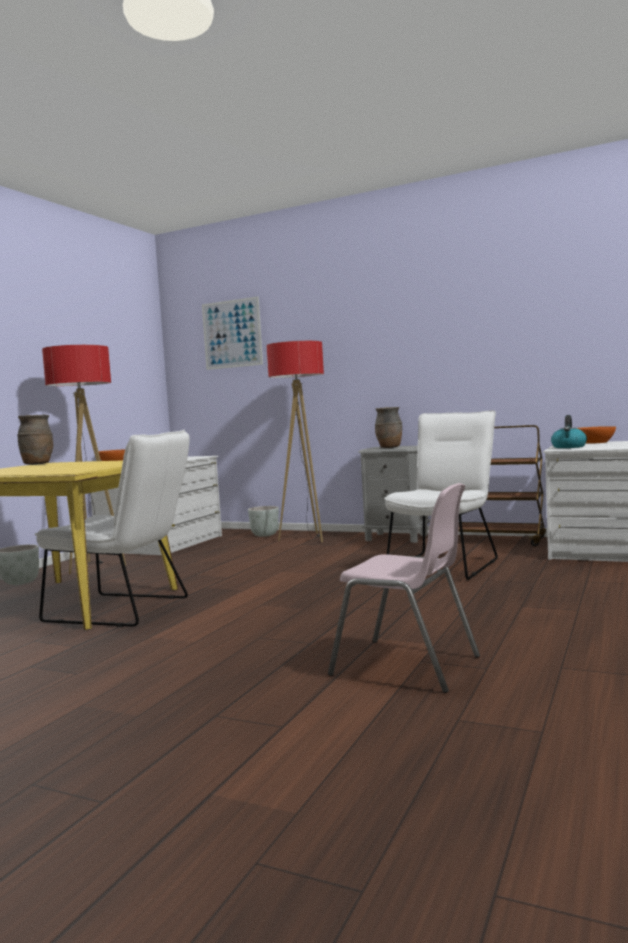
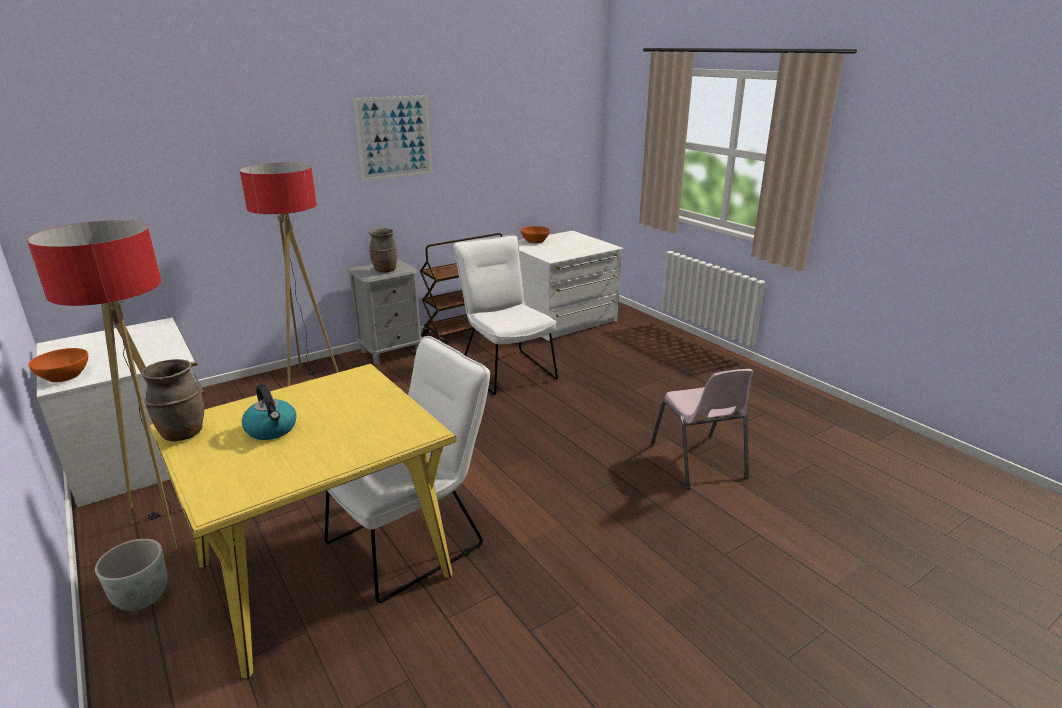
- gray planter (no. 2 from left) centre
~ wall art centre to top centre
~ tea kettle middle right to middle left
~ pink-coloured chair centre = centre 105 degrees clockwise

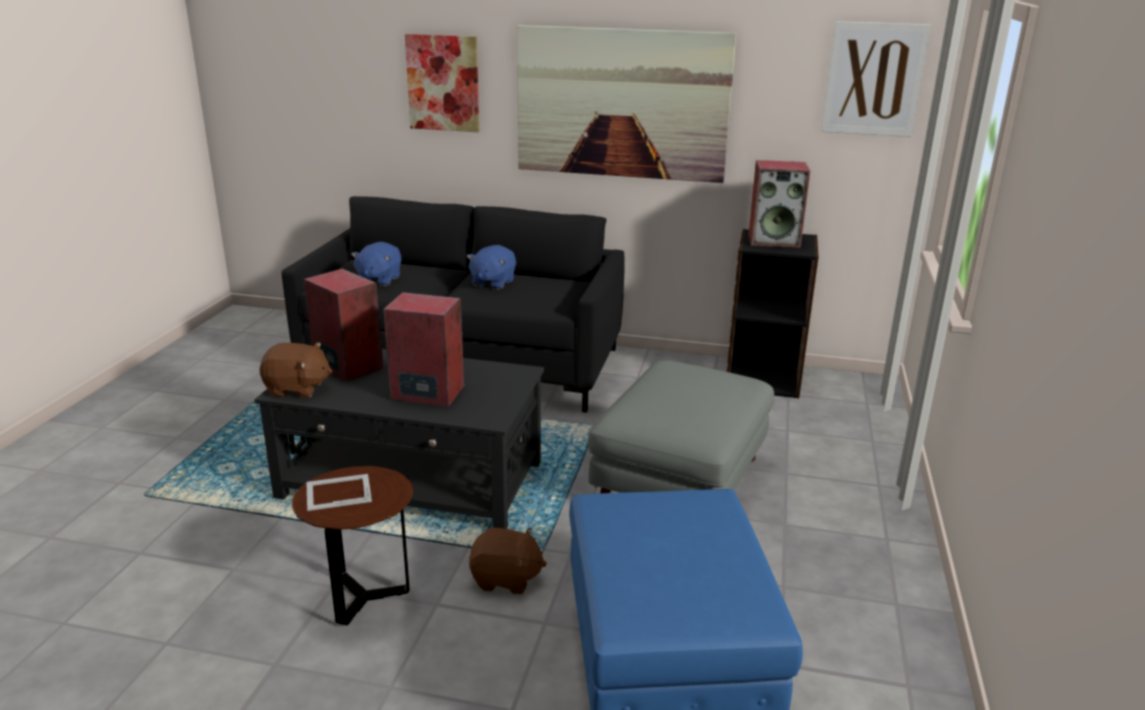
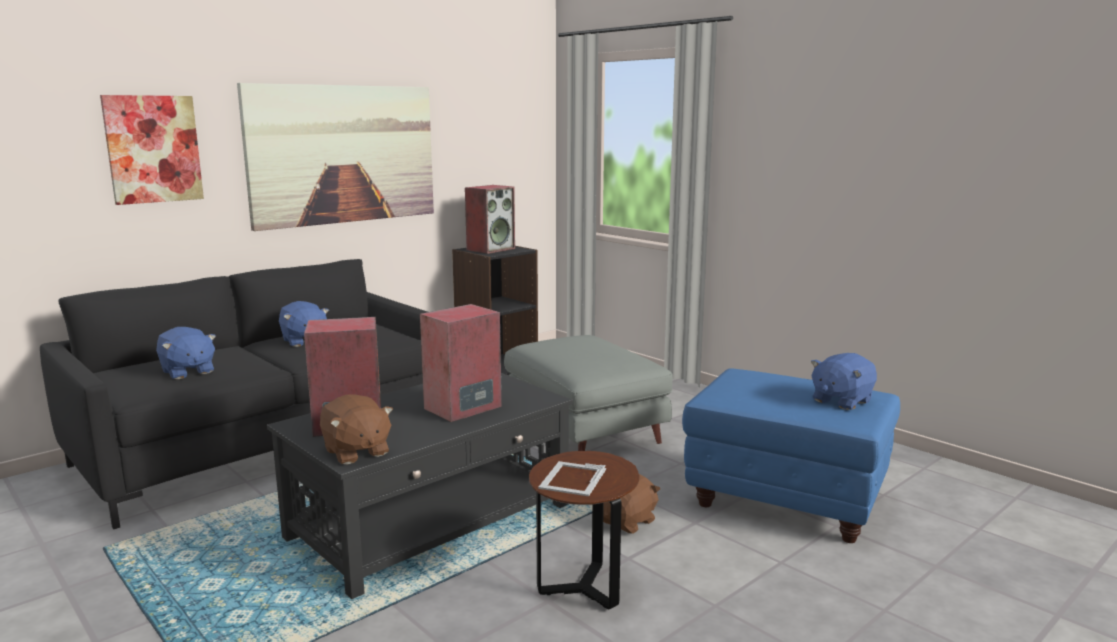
- wall art (no. 3 from left) top right
+ blue cuddly toy (no. 3 from left) middle right
~ brown-coloured cuddly toy (no. 1 from left) middle left = bottom left 105 degrees clockwise

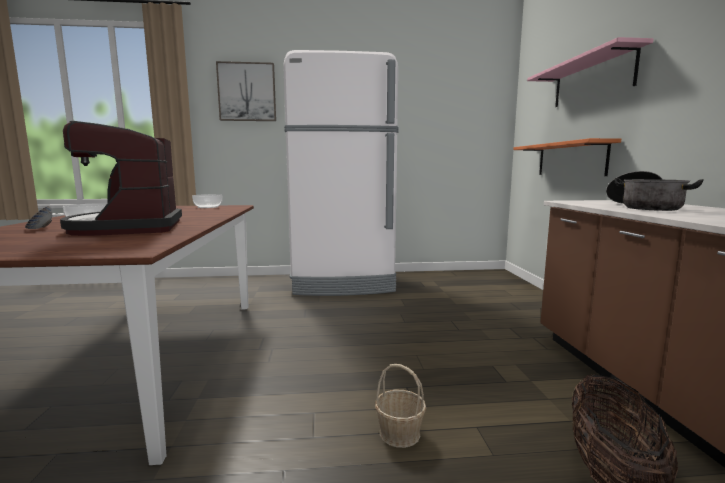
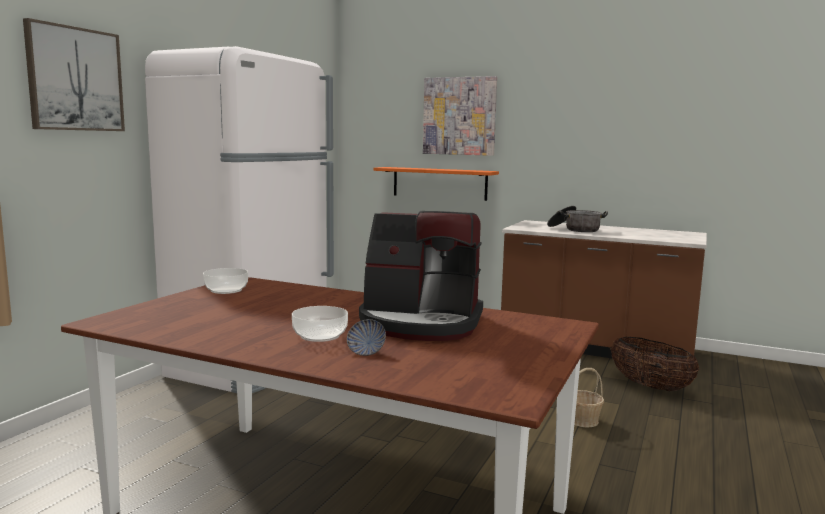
~ pink-coloured shelf top right to wall art (no. 2 from left) top centre

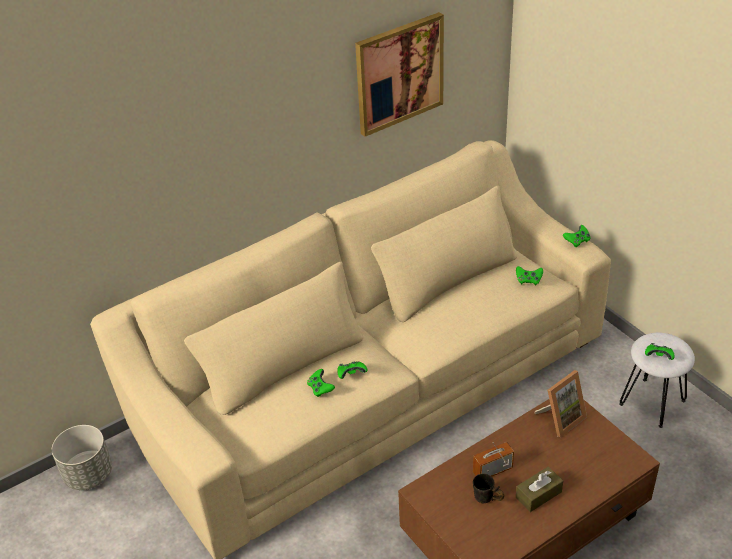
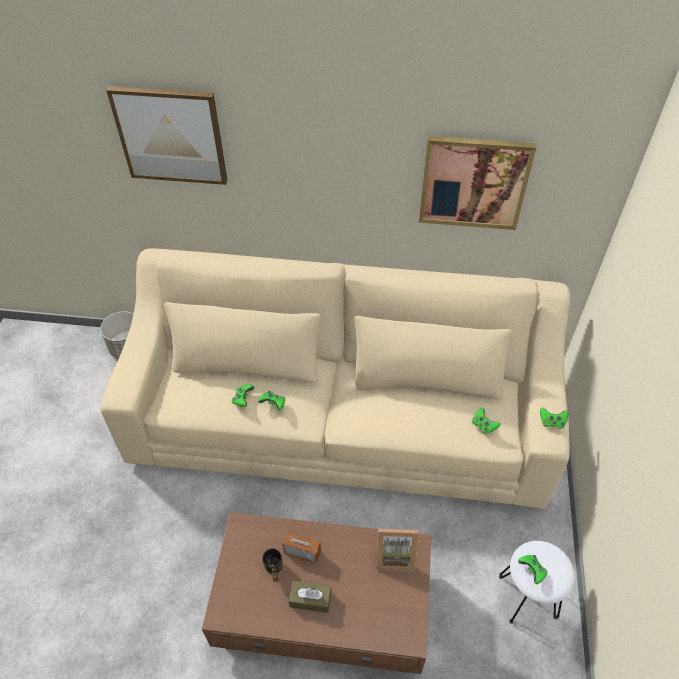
+ wall art (no. 1 from left) top left

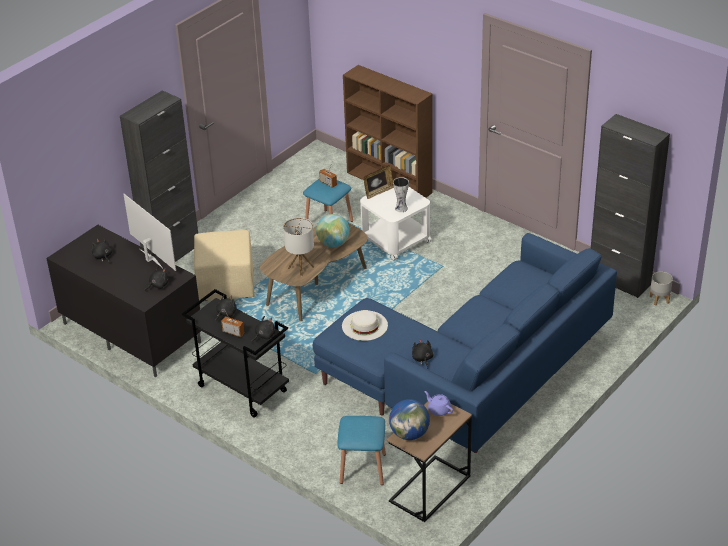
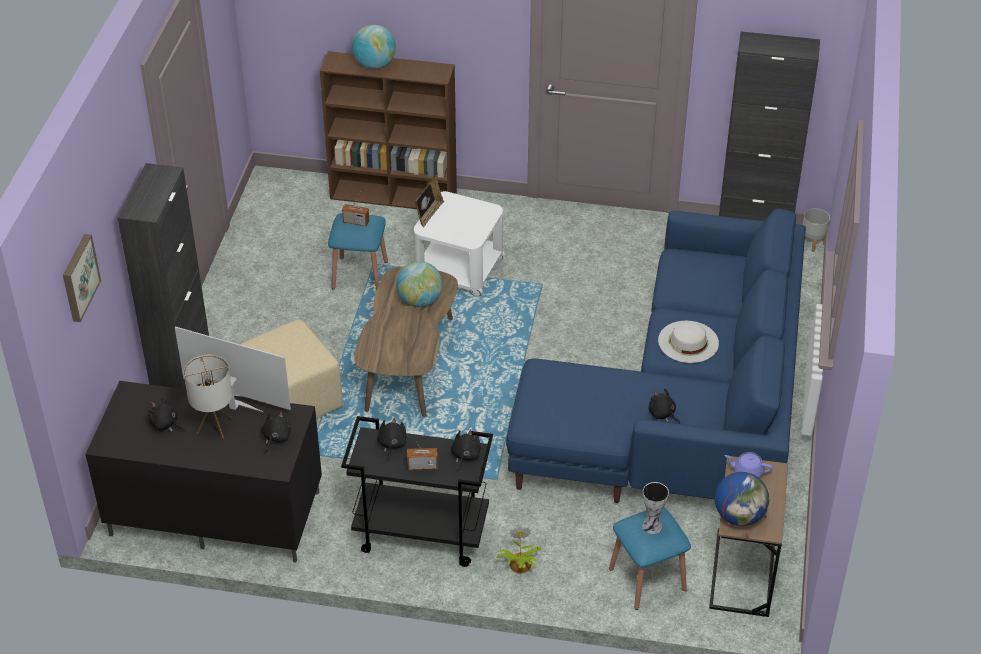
+ wall art middle left
+ desk globe (no. 1 from left) top centre
+ houseplant bottom centre
~ table lamp centre to middle left
~ white wearable hat centre to middle right
~ flower vase centre to bottom right

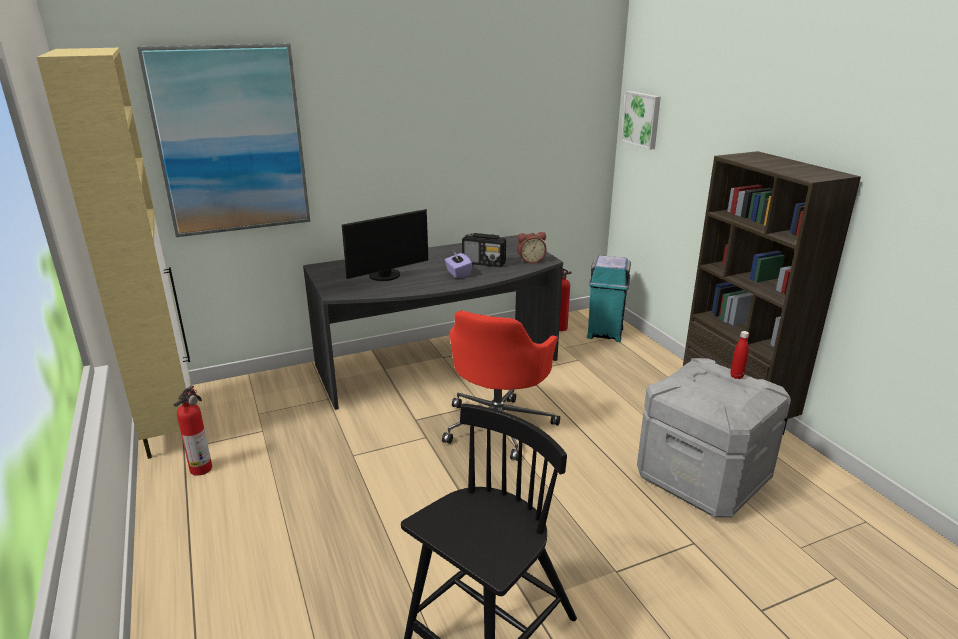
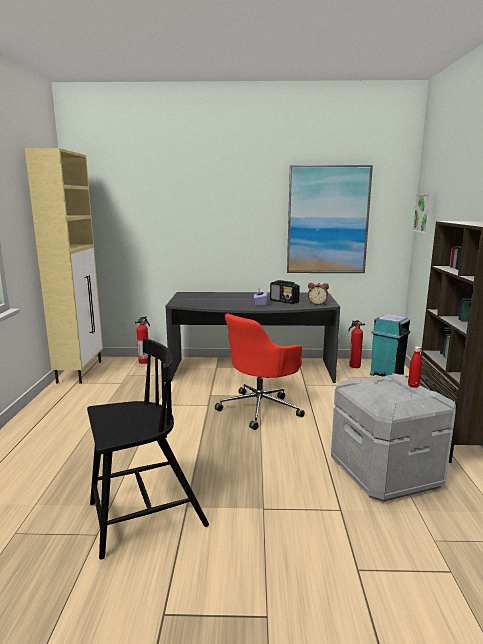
- computer display centre
~ wall art (no. 1 from left) top left to middle right
~ fire extinguisher (no. 1 from left) bottom left to middle left

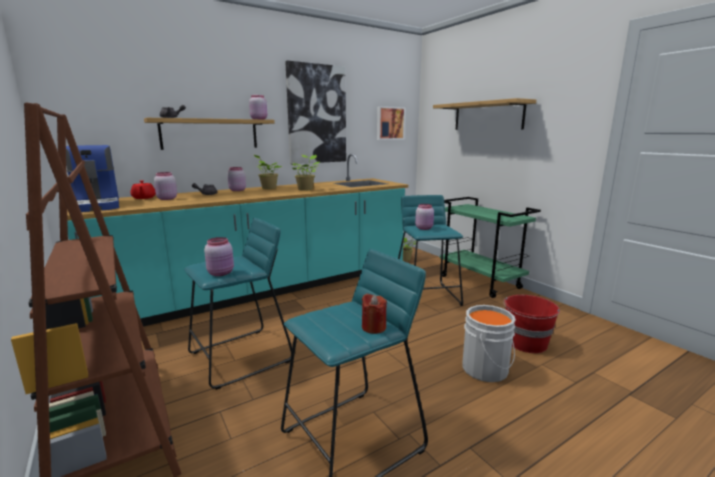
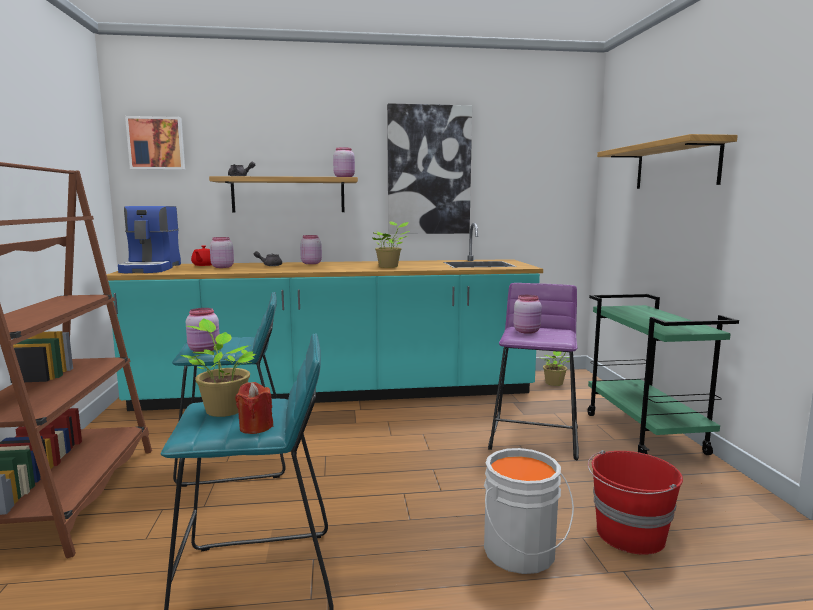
~ houseplant (no. 1 from left) centre to middle left
~ wall art (no. 2 from left in the first image) top centre to wall art (no. 1 from left) top left
~ turquoise stool (no. 3 from left) centre to purple stool centre

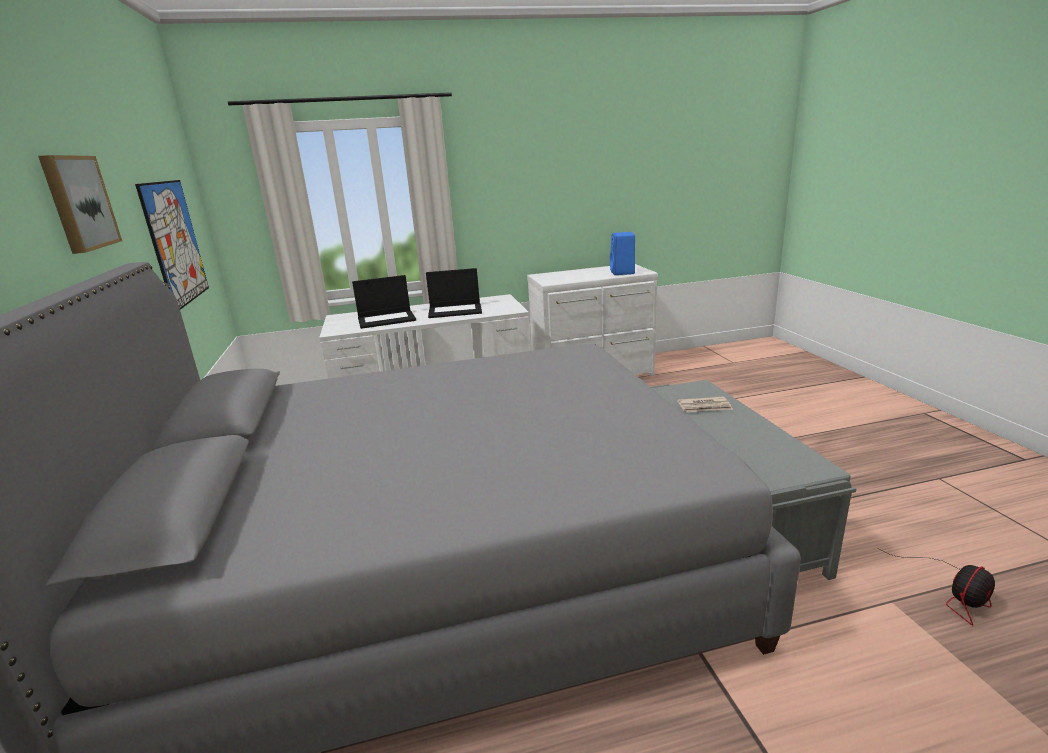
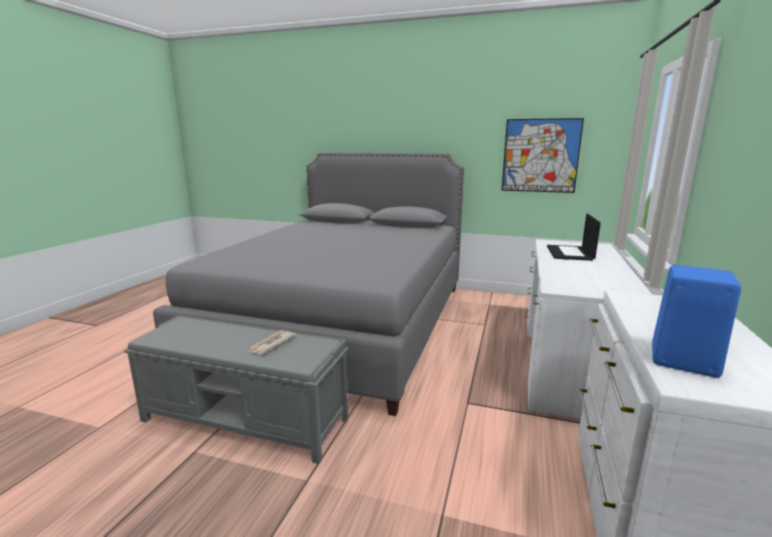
- wall art (no. 1 from left) top left
- laptop (no. 2 from left) centre
- fan bottom right

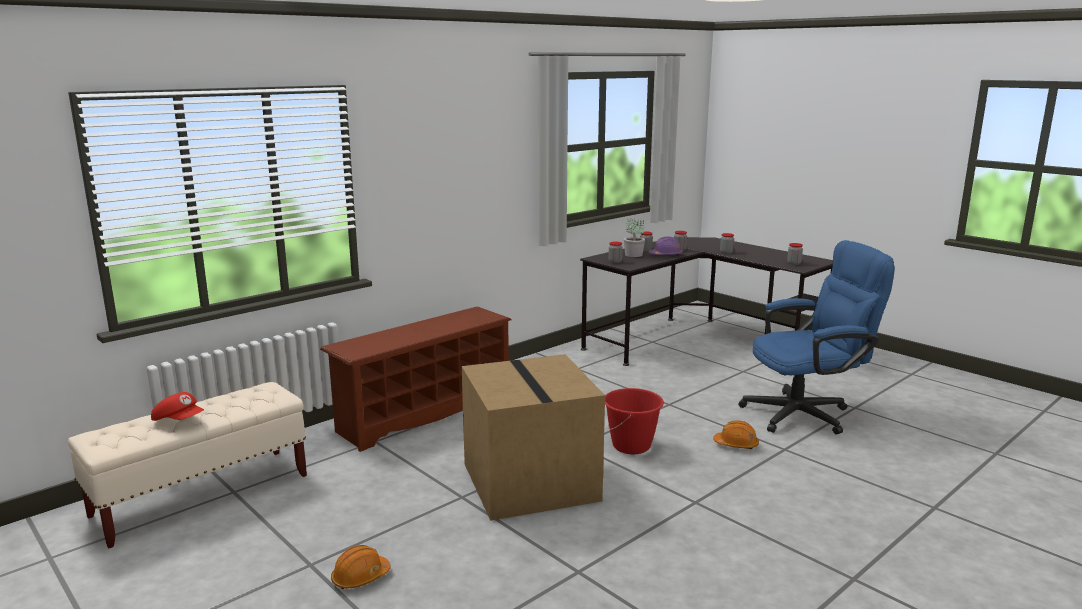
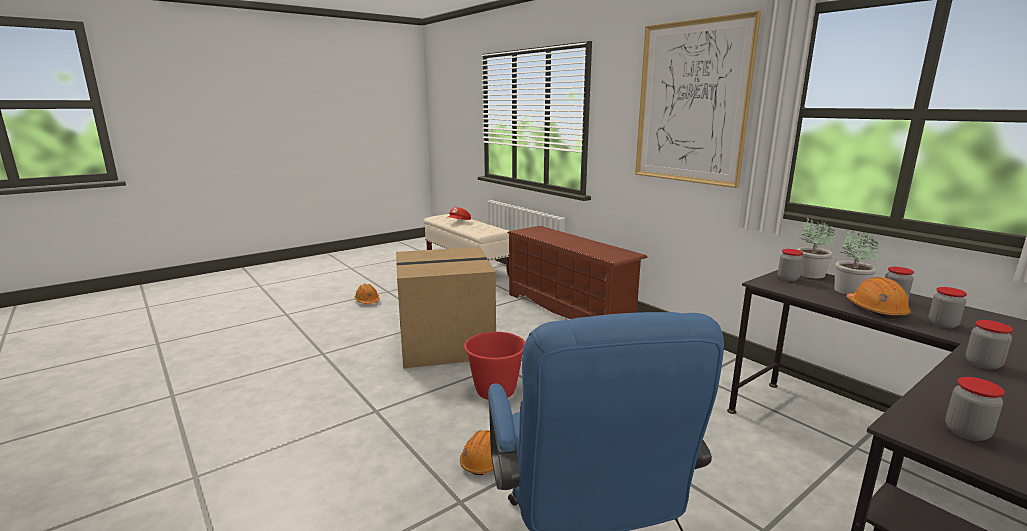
+ wall art top right
+ houseplant (no. 1 from left) middle right
~ purple safety helmet centre to orange-coloured safety helmet (no. 3 from left) middle right

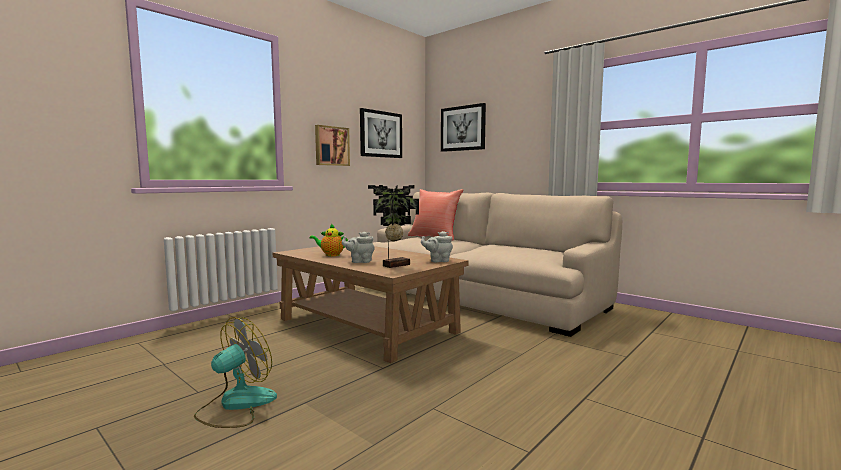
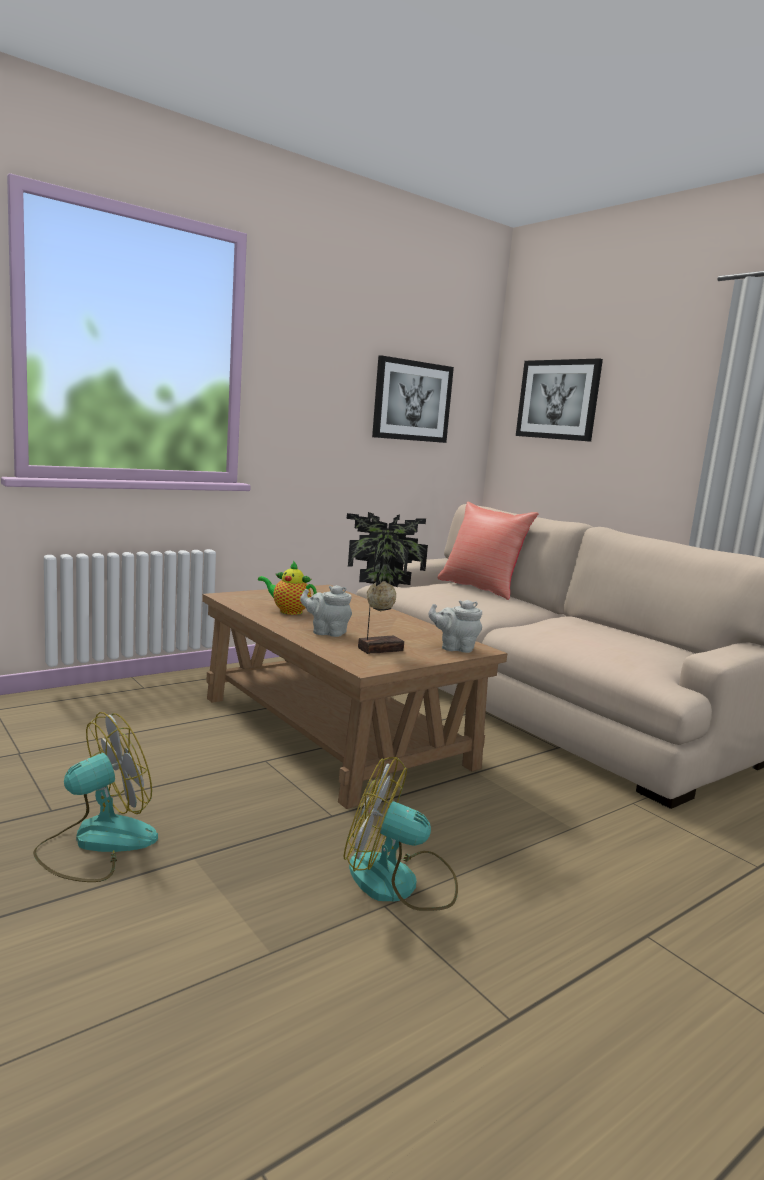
- wall art (no. 1 from left) top centre
+ fan (no. 2 from left) bottom centre

